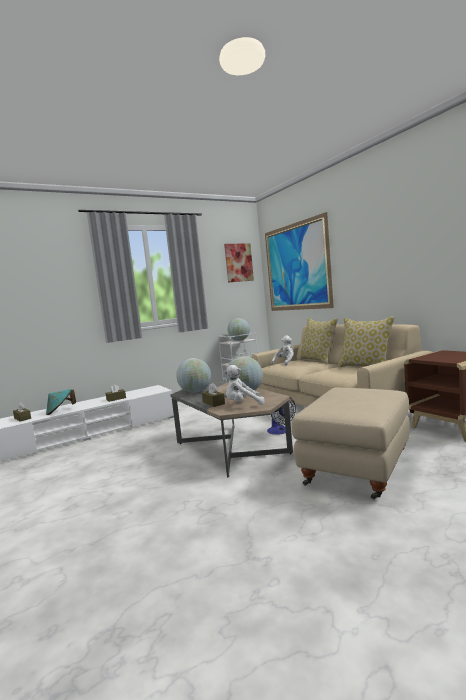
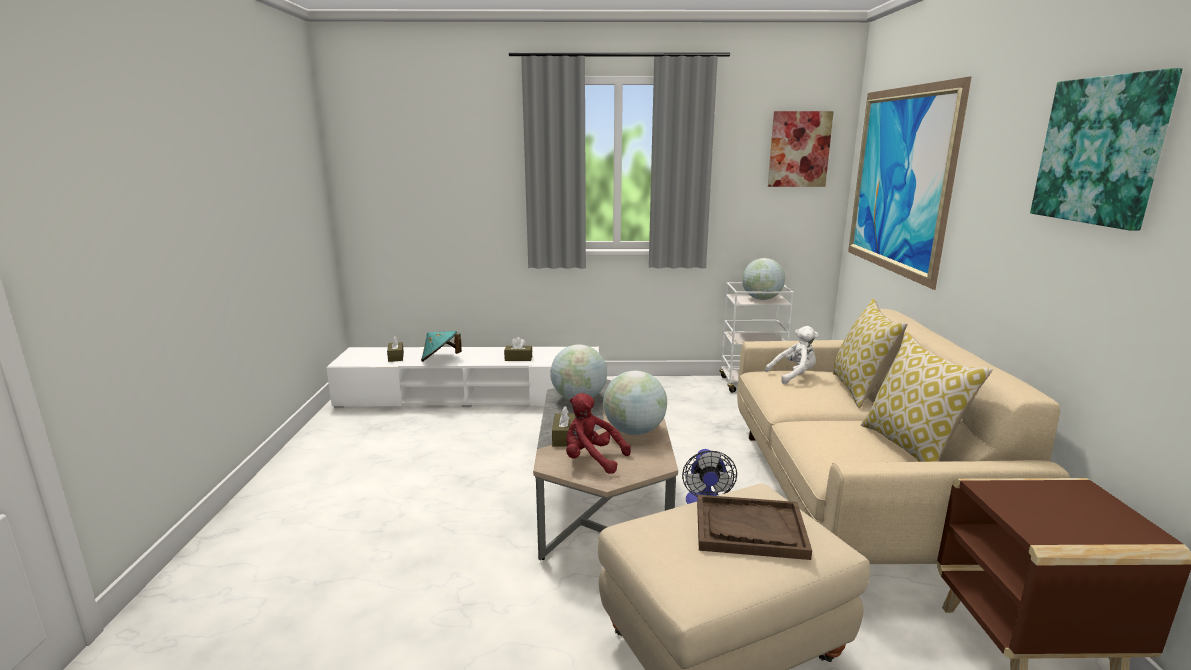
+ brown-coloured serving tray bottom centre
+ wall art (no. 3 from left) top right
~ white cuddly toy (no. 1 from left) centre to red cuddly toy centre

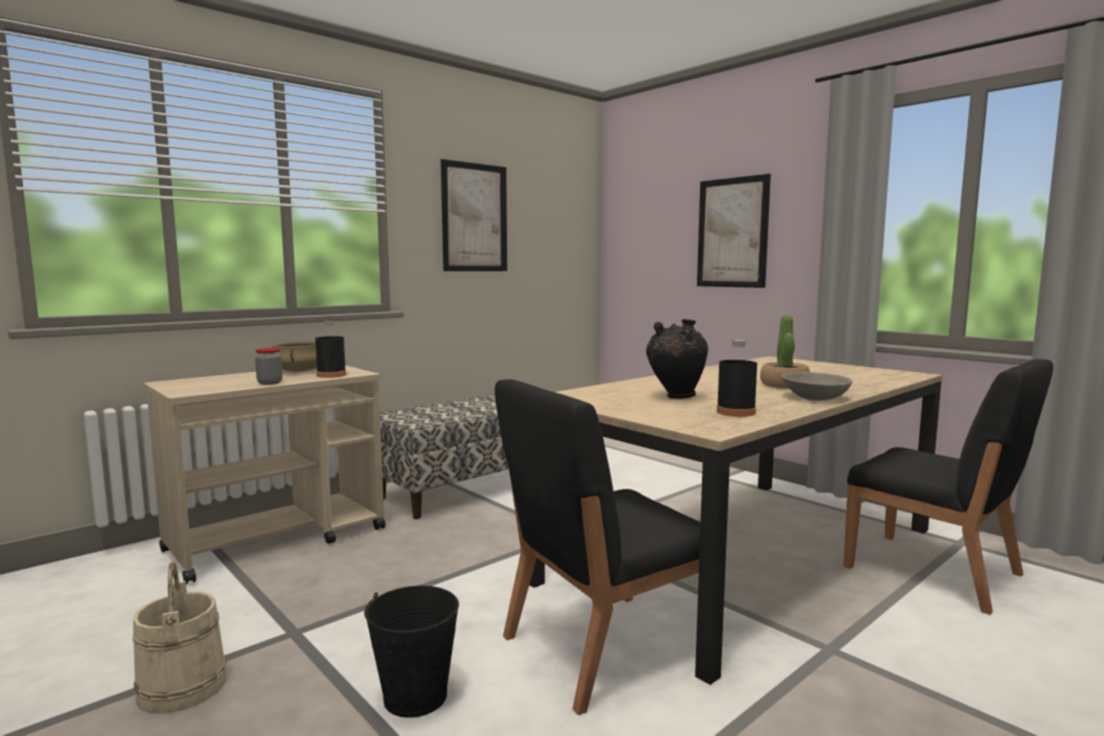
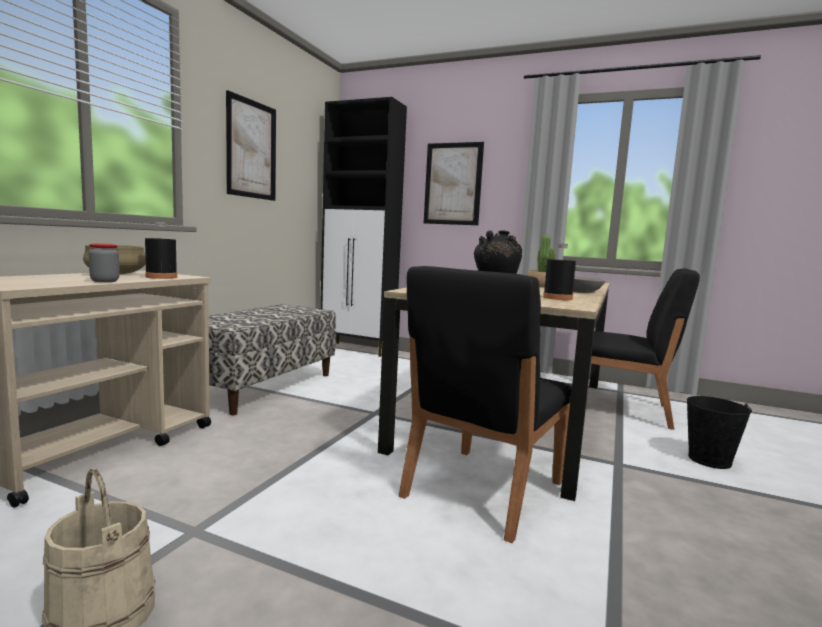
+ blackish cupboard centre
~ blackish bucket bottom centre to bottom right

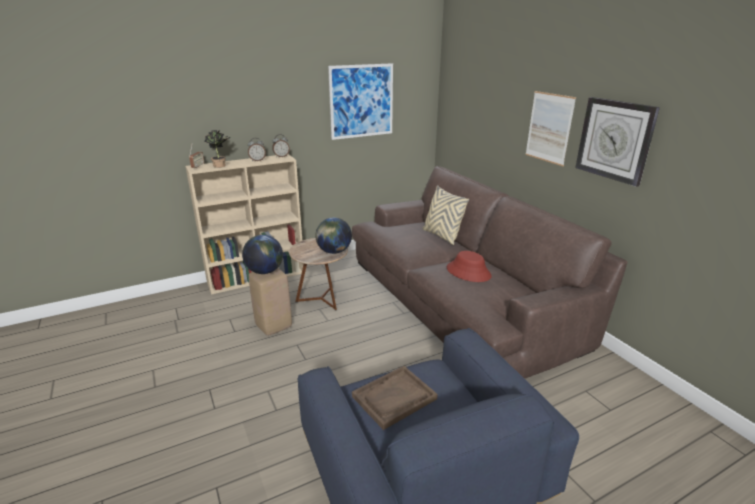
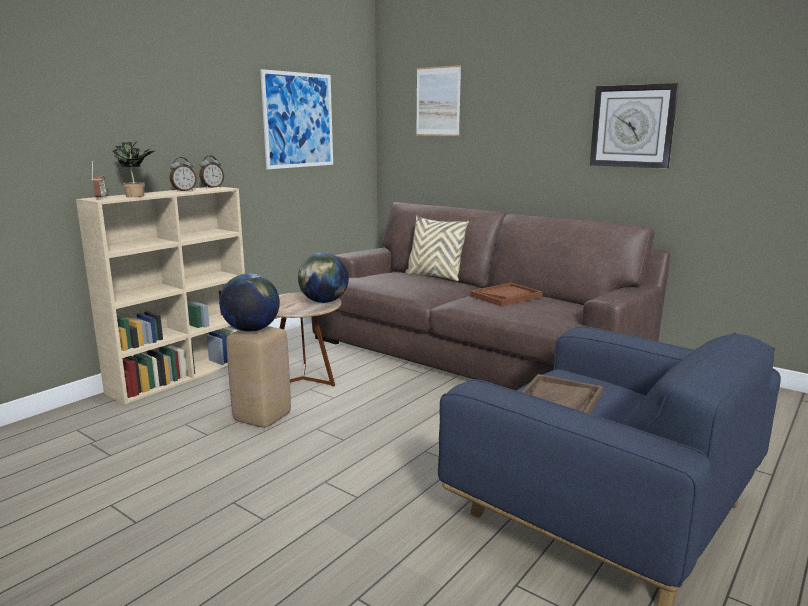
~ wall art (no. 2 from left) top right to top centre
~ red wearable hat centre to brown-coloured serving tray (no. 1 from left) centre

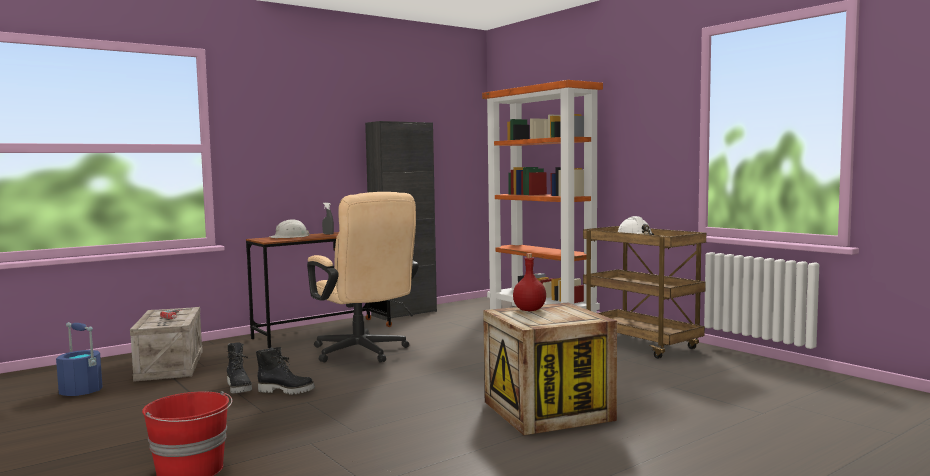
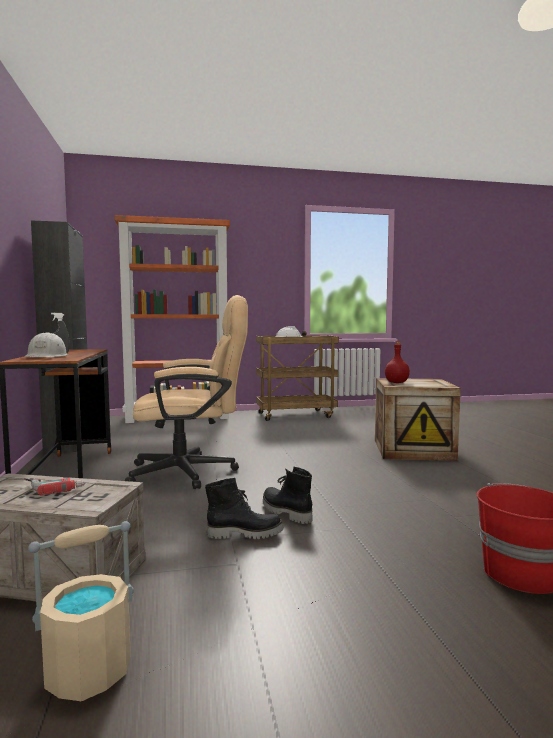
~ blue bucket bottom left to beige-coloured bucket bottom left
~ blackish boot (no. 2 from left) bottom left = bottom centre 75 degrees counterclockwise

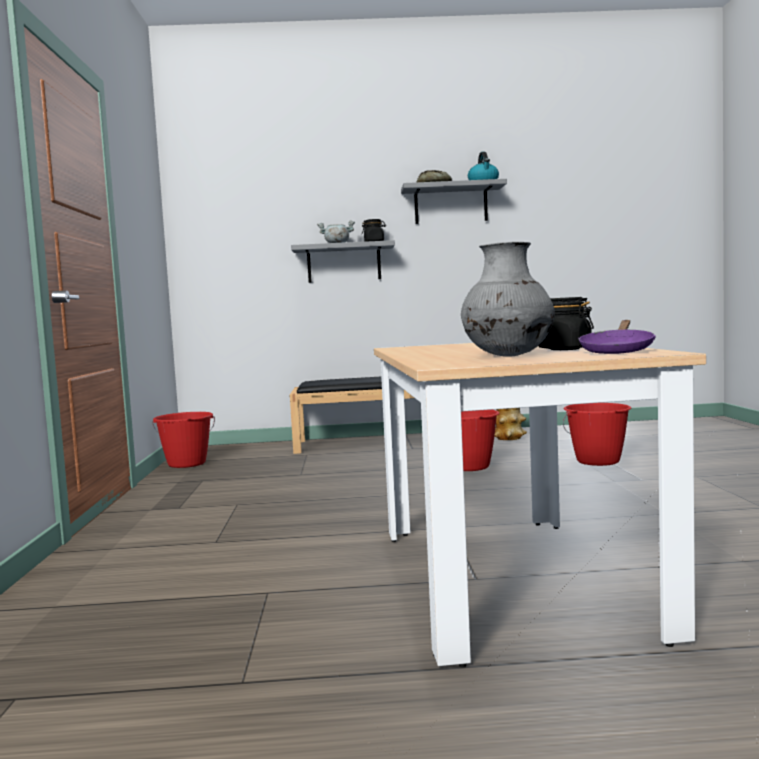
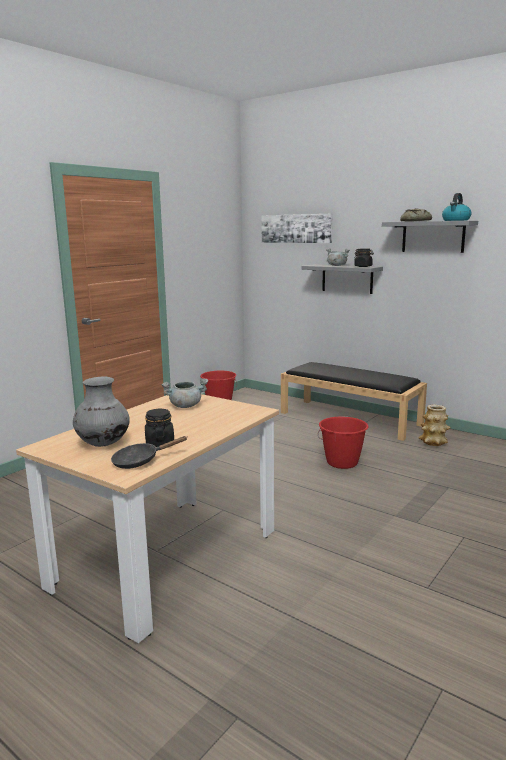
- red bucket (no. 3 from left) middle right
+ gray stockpot (no. 1 from left) centre
+ wall art top centre
~ purple frying pan middle right to blackish frying pan middle left

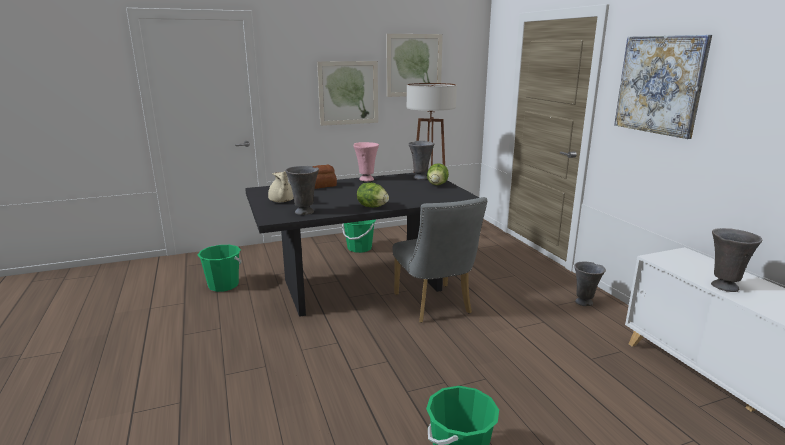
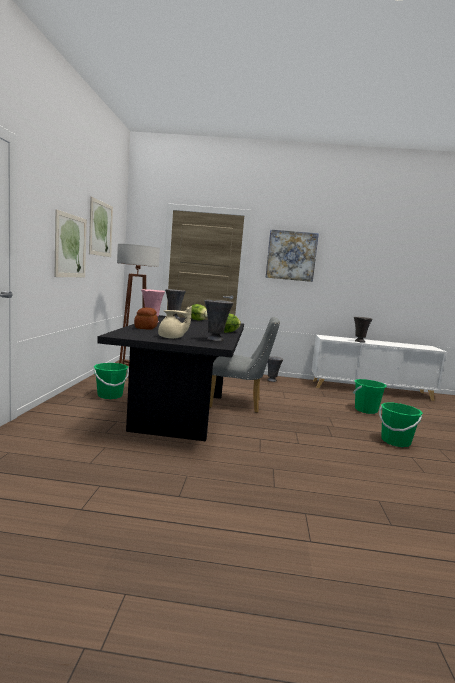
~ greenish bucket (no. 1 from left in the first image) middle left to greenish bucket (no. 2 from left) middle right

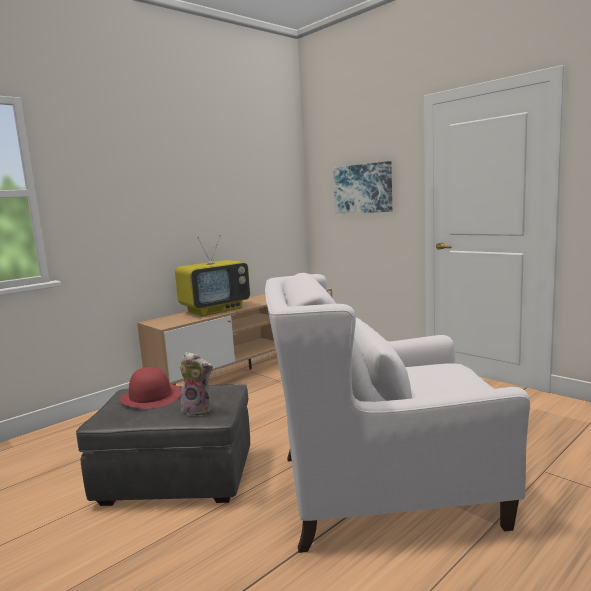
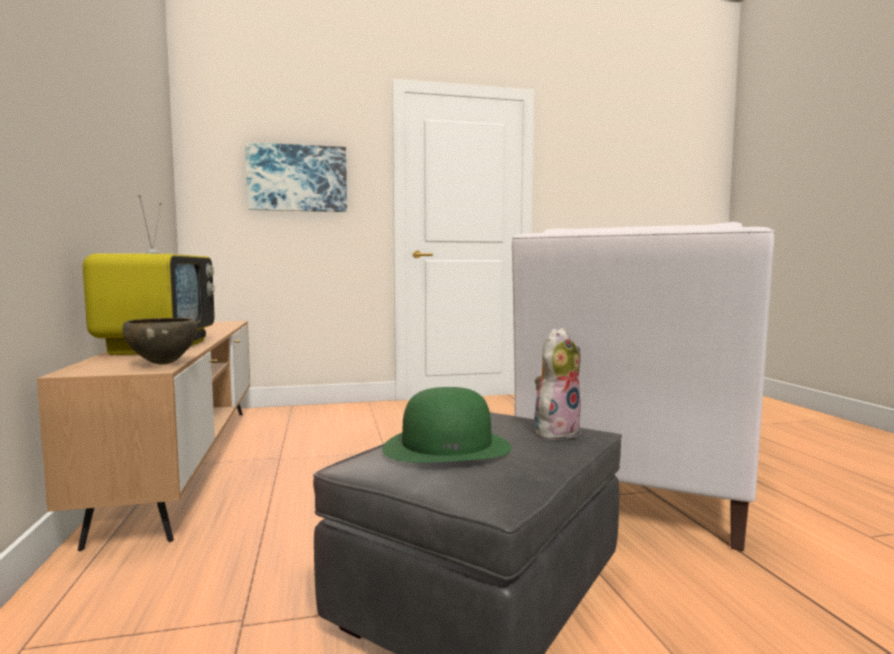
+ brown-coloured bowl middle left
~ red wearable hat middle left to greenish wearable hat centre

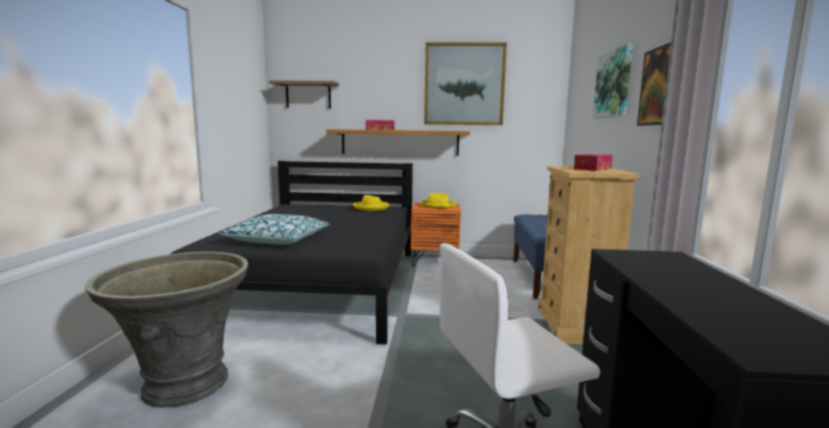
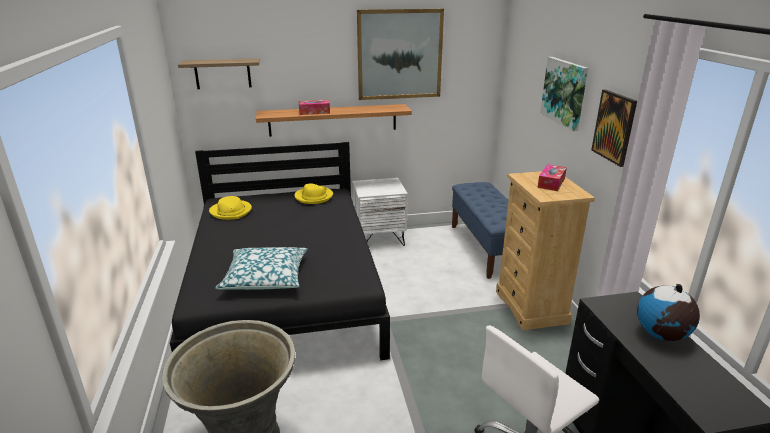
+ desk globe bottom right
~ yellow-coloured wearable hat (no. 2 from left in the first image) centre to yellow-coloured wearable hat (no. 1 from left) middle left
~ orange-coloured nightstand centre to white nightstand centre

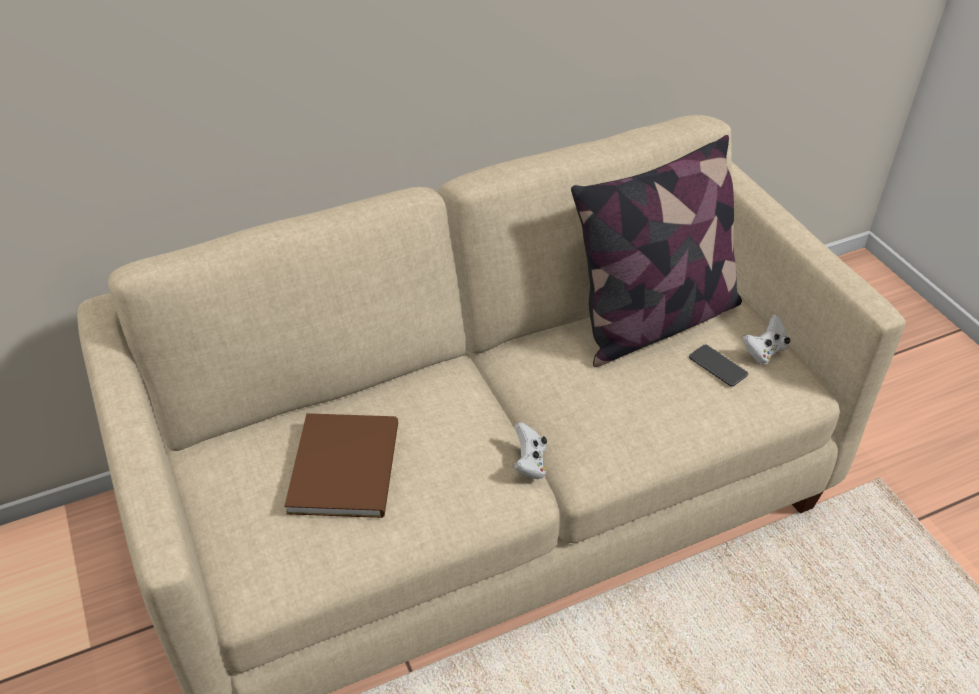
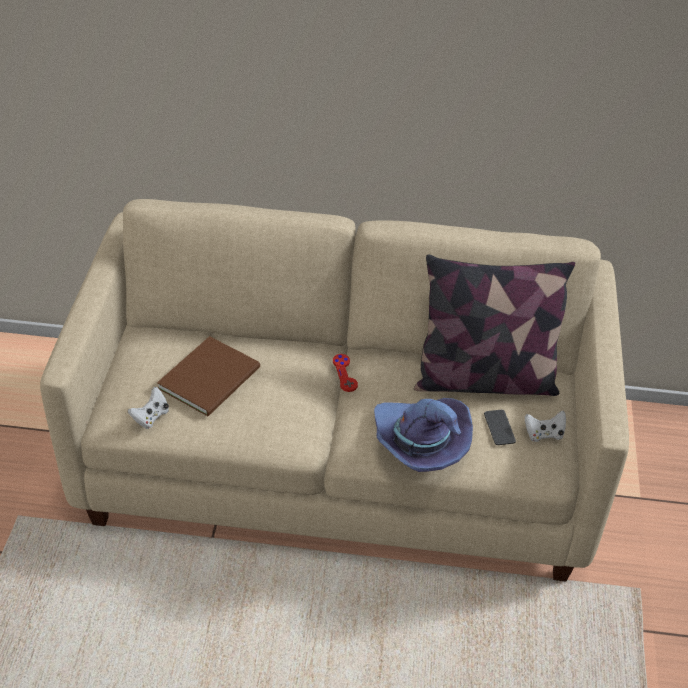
+ red game controller centre
+ purple wearable hat centre
~ white game controller (no. 1 from left) centre to middle left

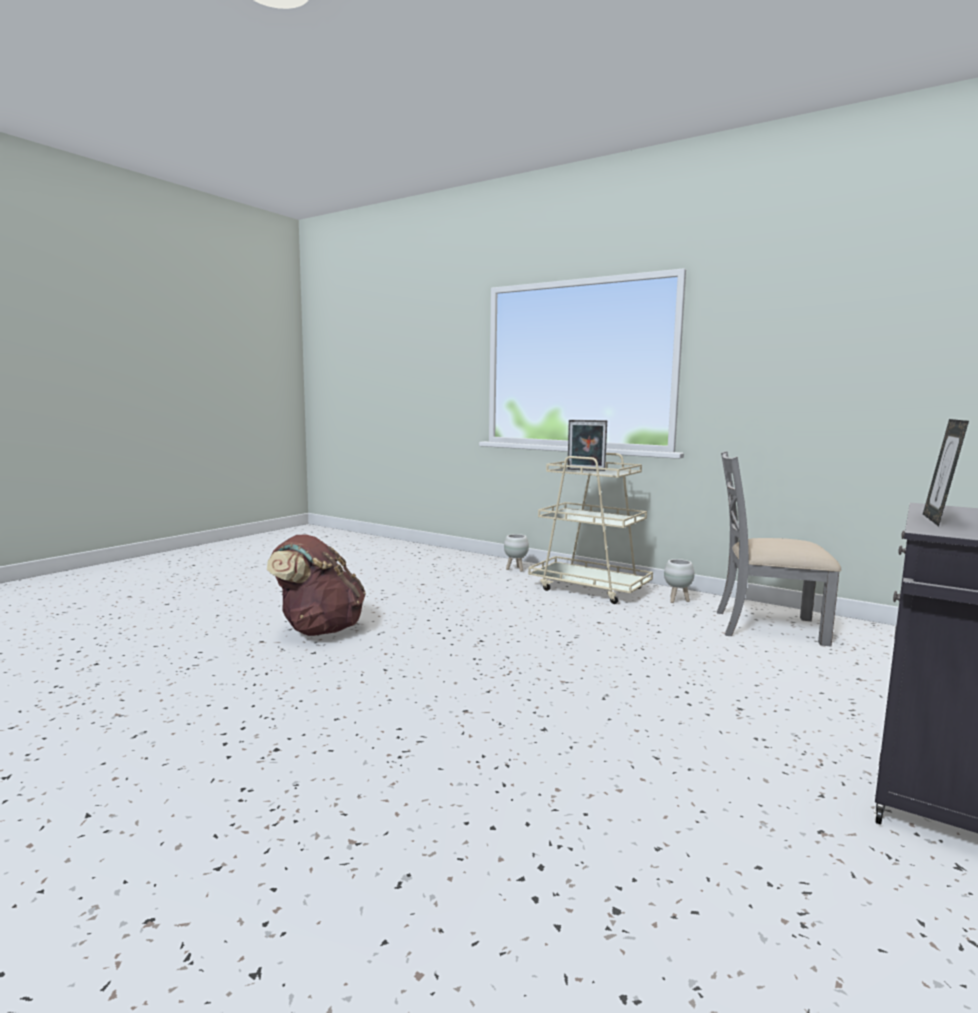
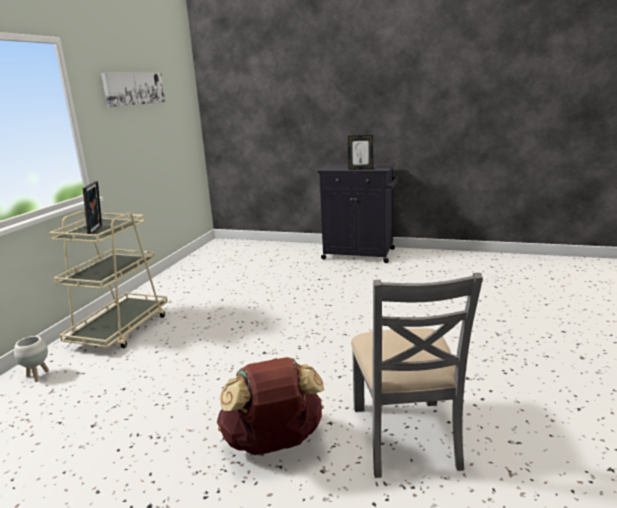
- white planter (no. 2 from left) middle right
+ wall art top left
~ gray chair middle right to bottom right

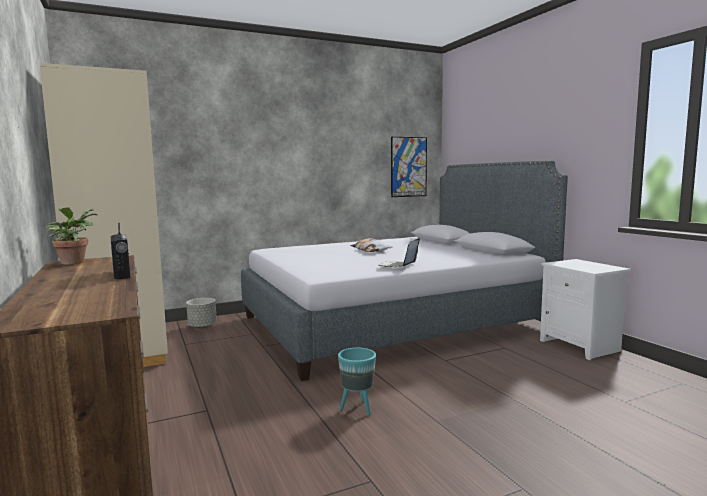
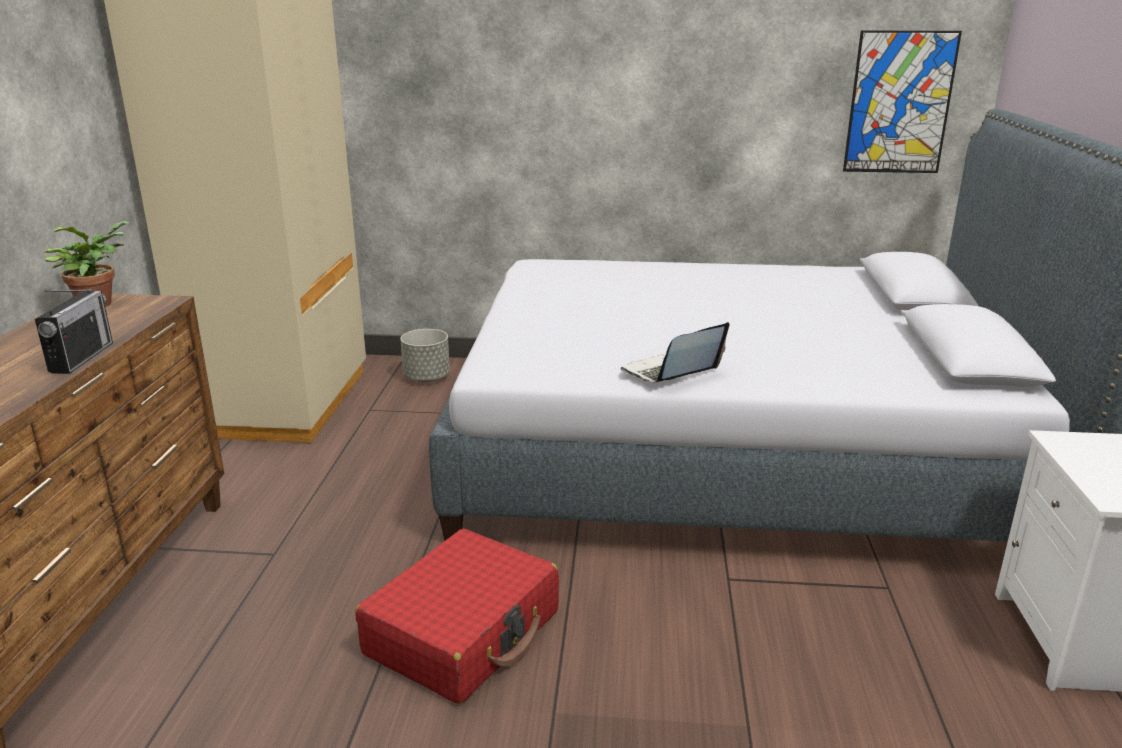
- throw pillow centre
~ turquoise planter bottom centre to red suitcase bottom centre

